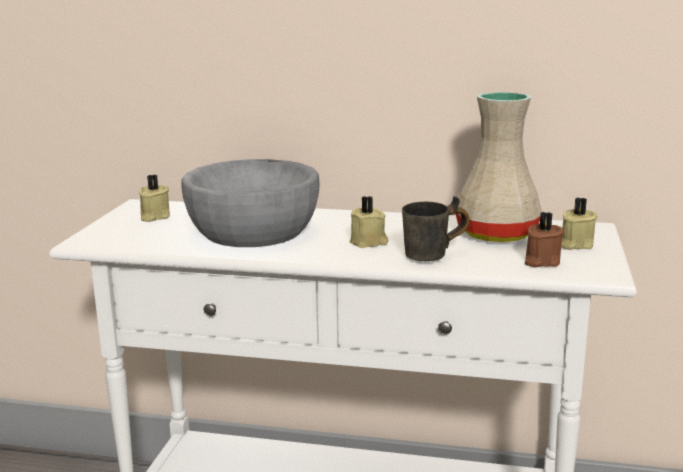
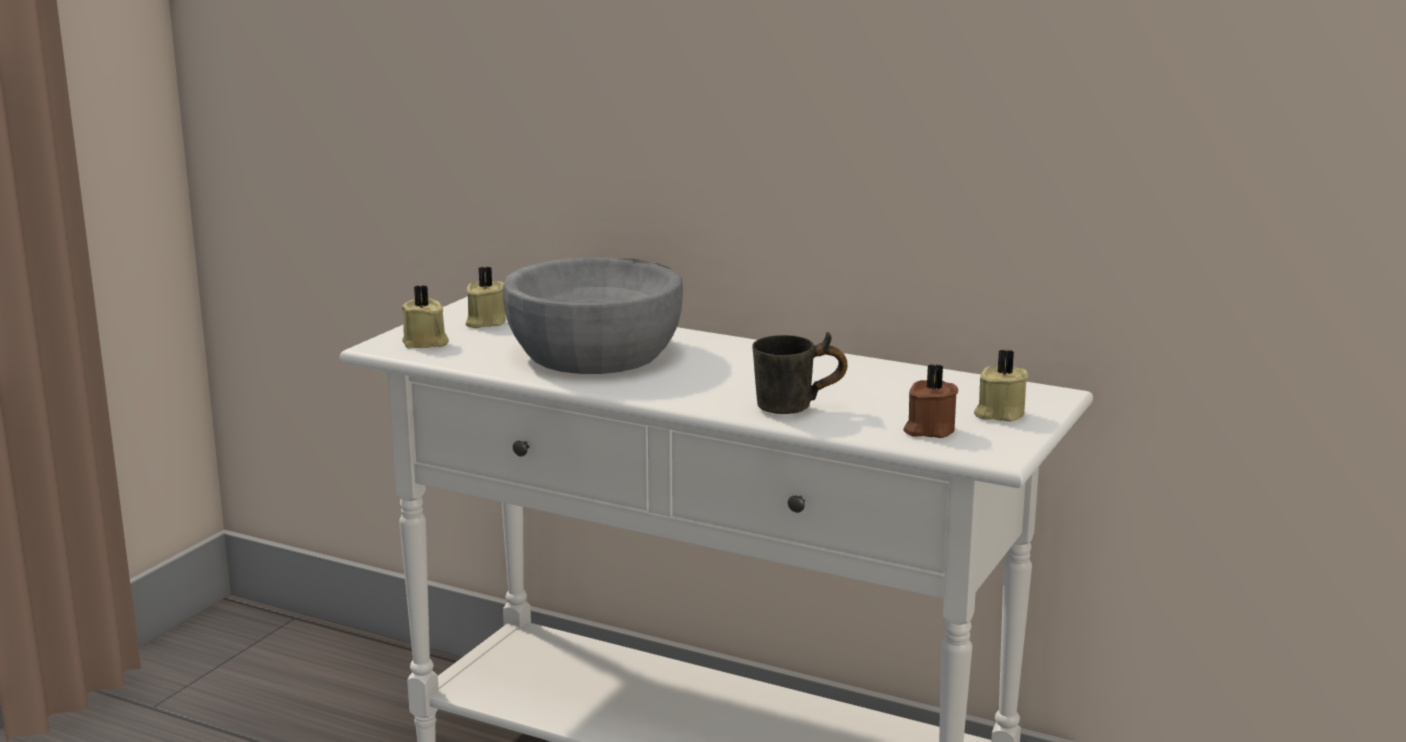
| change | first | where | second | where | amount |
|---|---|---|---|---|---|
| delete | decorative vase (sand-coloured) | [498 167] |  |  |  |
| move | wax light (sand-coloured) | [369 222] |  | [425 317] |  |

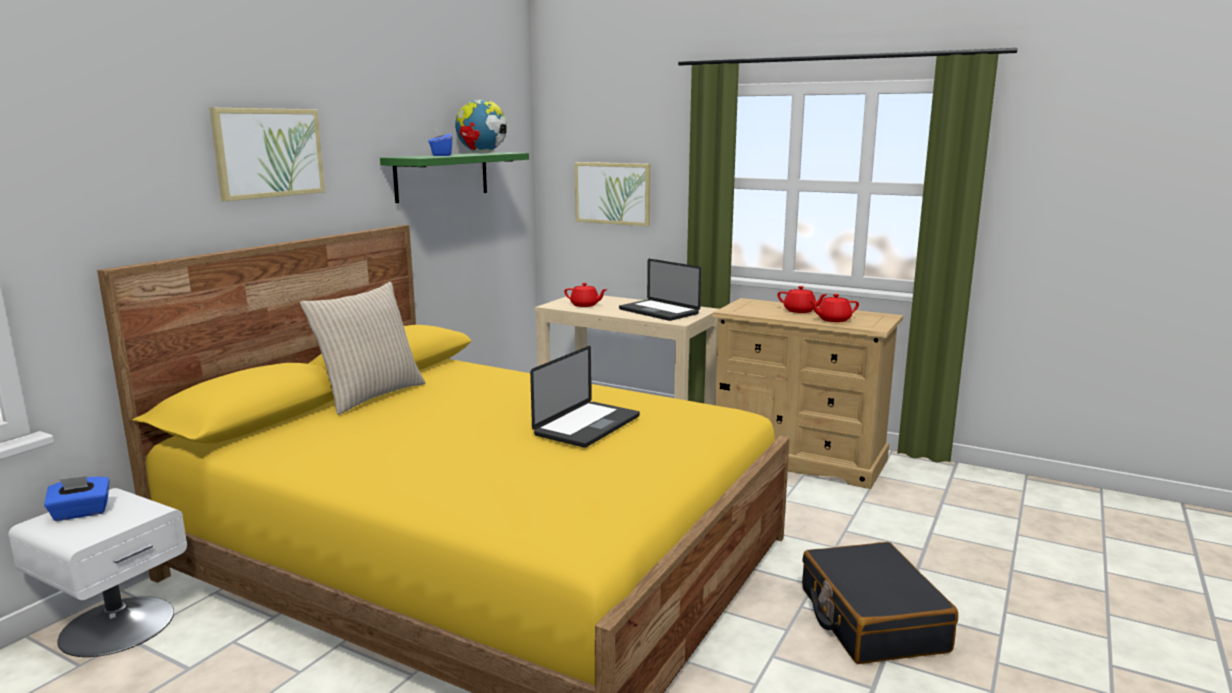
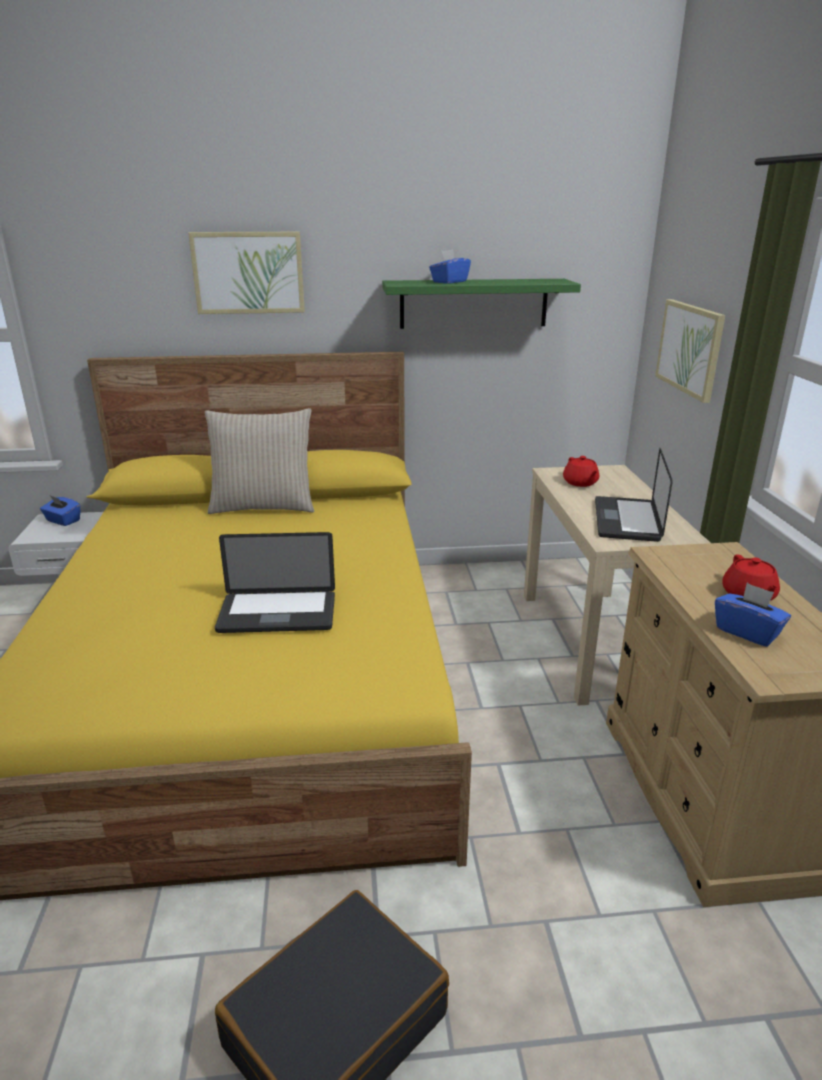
| change | first | where | second | where | amount |
|---|---|---|---|---|---|
| delete | world globe | [481 127] |  |  |  |
| replace | tea pot (reddish) | [834 308] | tissue box (blue-coloured) | [753 615] |  |

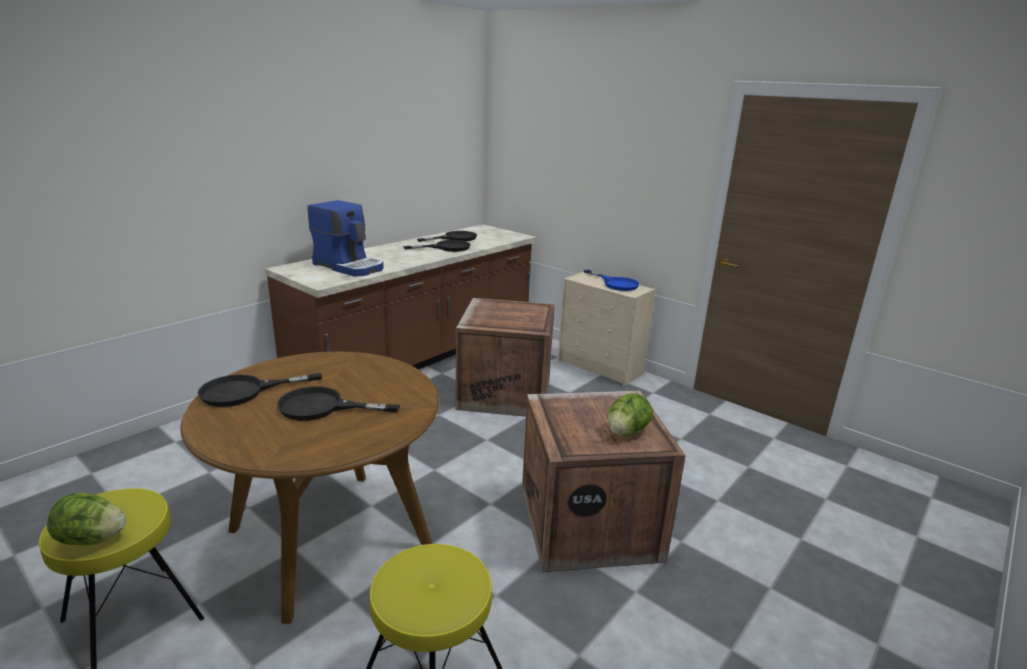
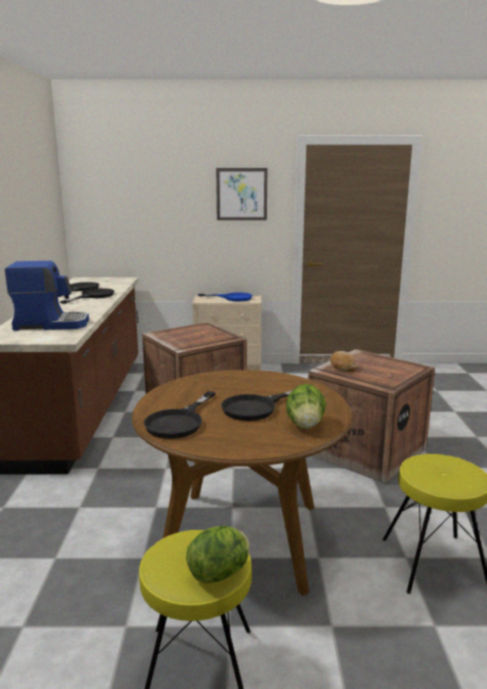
| change | first | where | second | where | amount |
|---|---|---|---|---|---|
| move | head of lettuce | [630 415] |  | [306 406] |  |
| insert |  |  | picture | [241 194] |  |
| insert |  |  | baked bread | [344 361] |  |

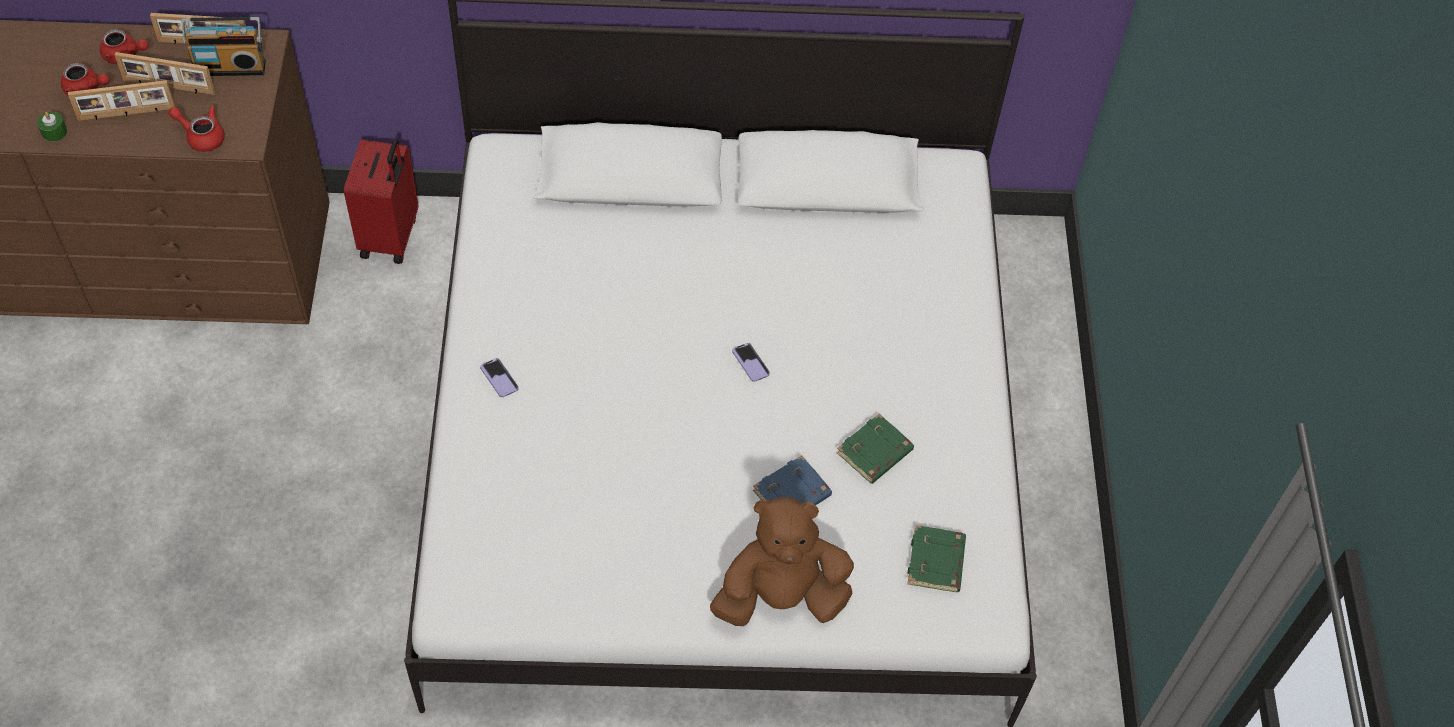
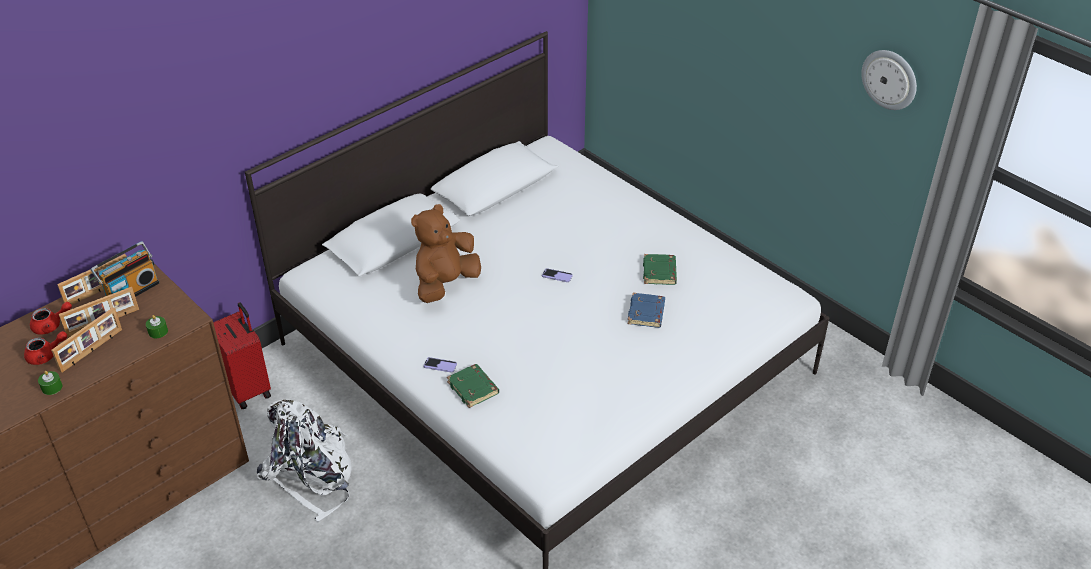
| change | first | where | second | where | amount |
|---|---|---|---|---|---|
| replace | tea pot (reddish) | [196 129] | wax light (green) | [157 327] |  |
| move | plush toy (brownish) | [782 561] |  | [446 253] |  |
| move | bound book (green) | [937 558] |  | [473 386] |  |
| insert |  |  | hanging clock | [889 80] |  |
| insert |  |  | rucksack (white-coloured) | [304 461] |  |

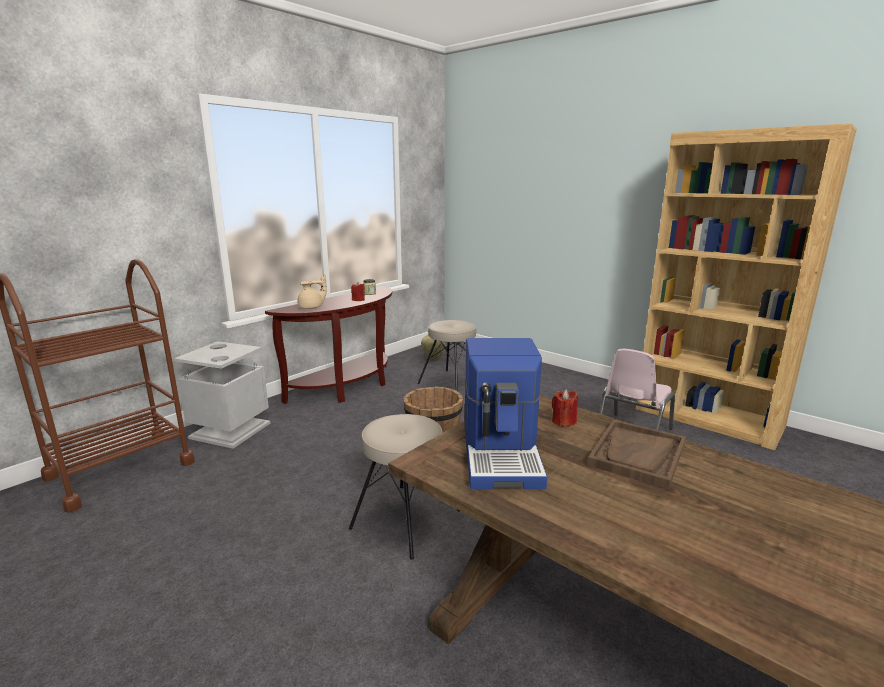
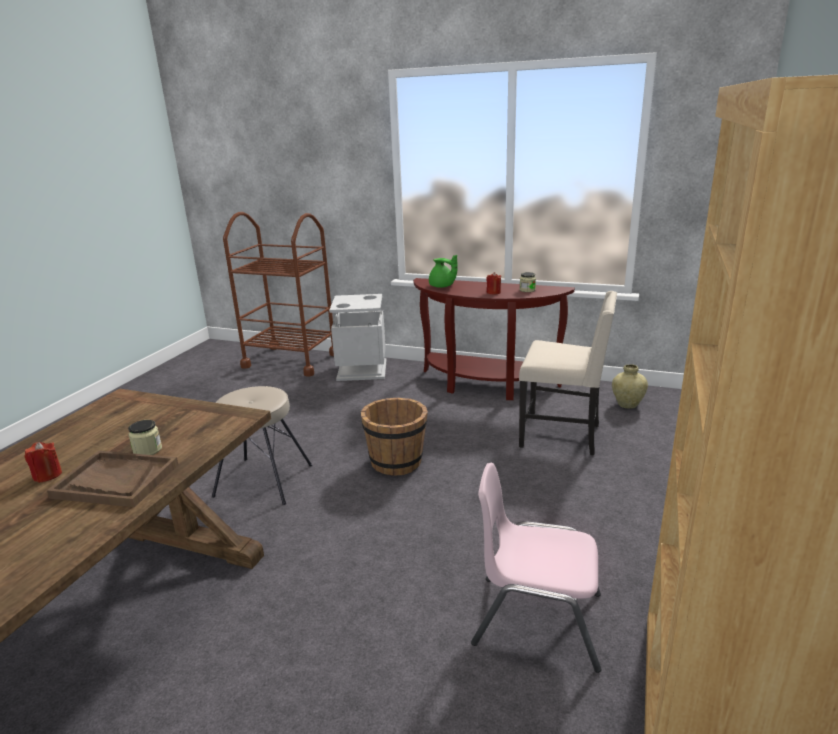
| change | first | where | second | where | amount |
|---|---|---|---|---|---|
| recolor | tea pot (sand-coloured) | [312 291] | tea pot (green) | [443 271] |  |
| replace | stool (sand-coloured) | [446 355] | chair (sand-coloured) | [568 373] |  |
| delete | coffee machine | [506 413] |  |  |  |
| move | wax light (reddish) | [565 407] |  | [43 462] |  |
| insert |  |  | jar | [145 437] |  |

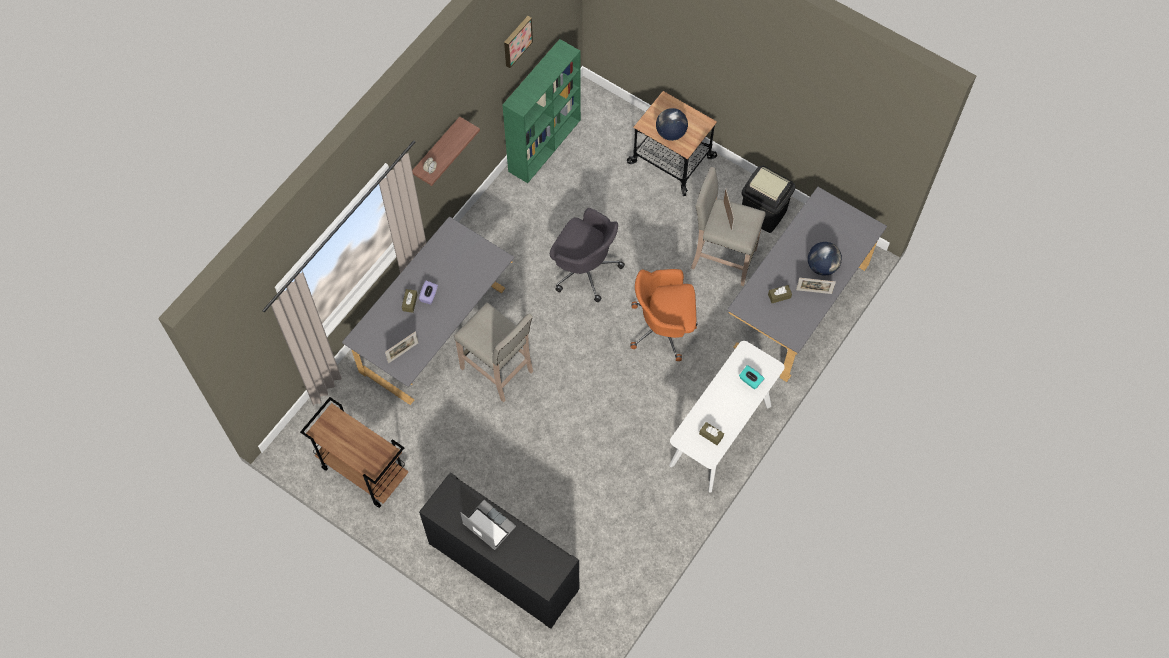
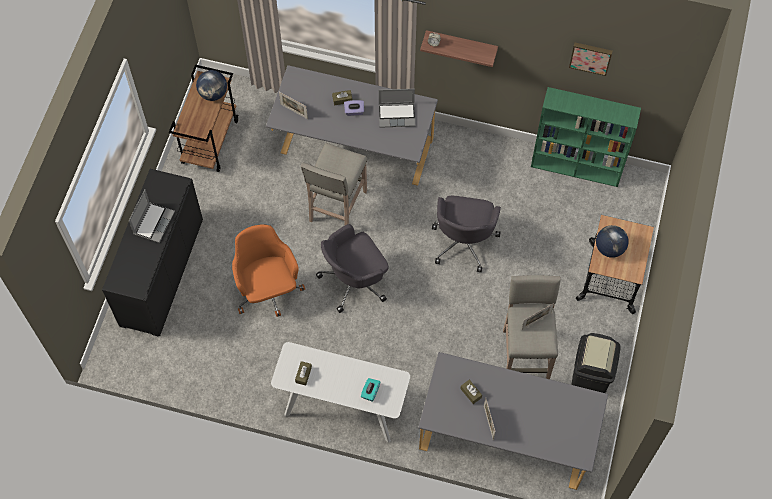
| change | first | where | second | where | amount |
|---|---|---|---|---|---|
| move | world globe | [825 259] |  | [211 85] |  |
| move | desk chair (orange-coloured) | [664 315] |  | [268 270] |  |
| insert |  |  | notebook computer | [397 108] |  |
| insert |  |  | desk chair (grey) | [352 268] |  |

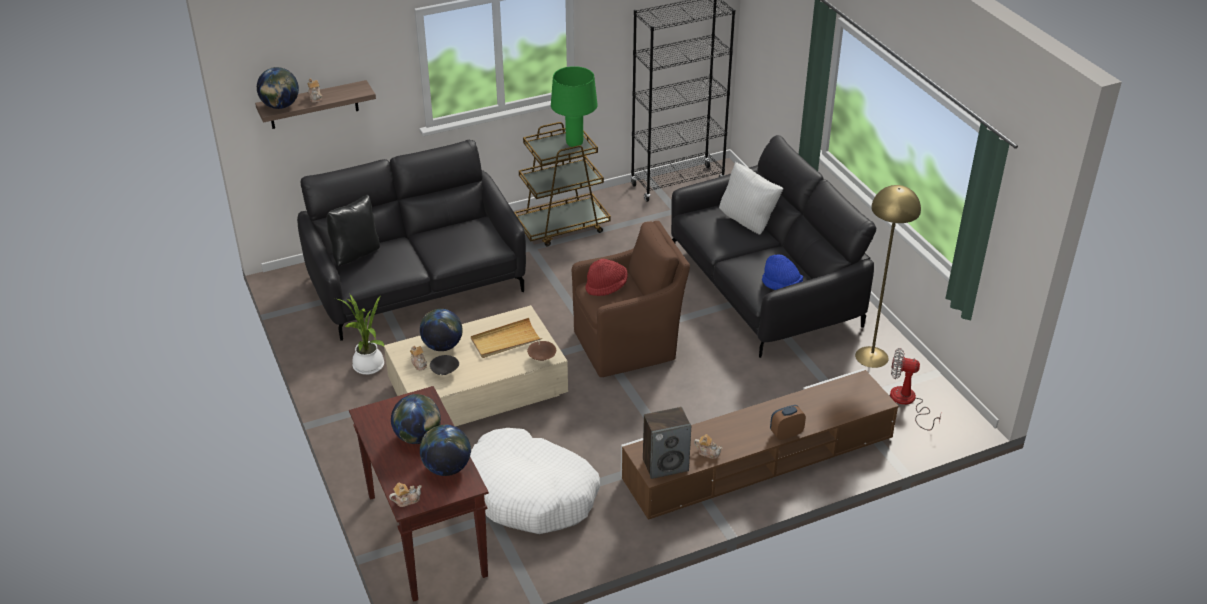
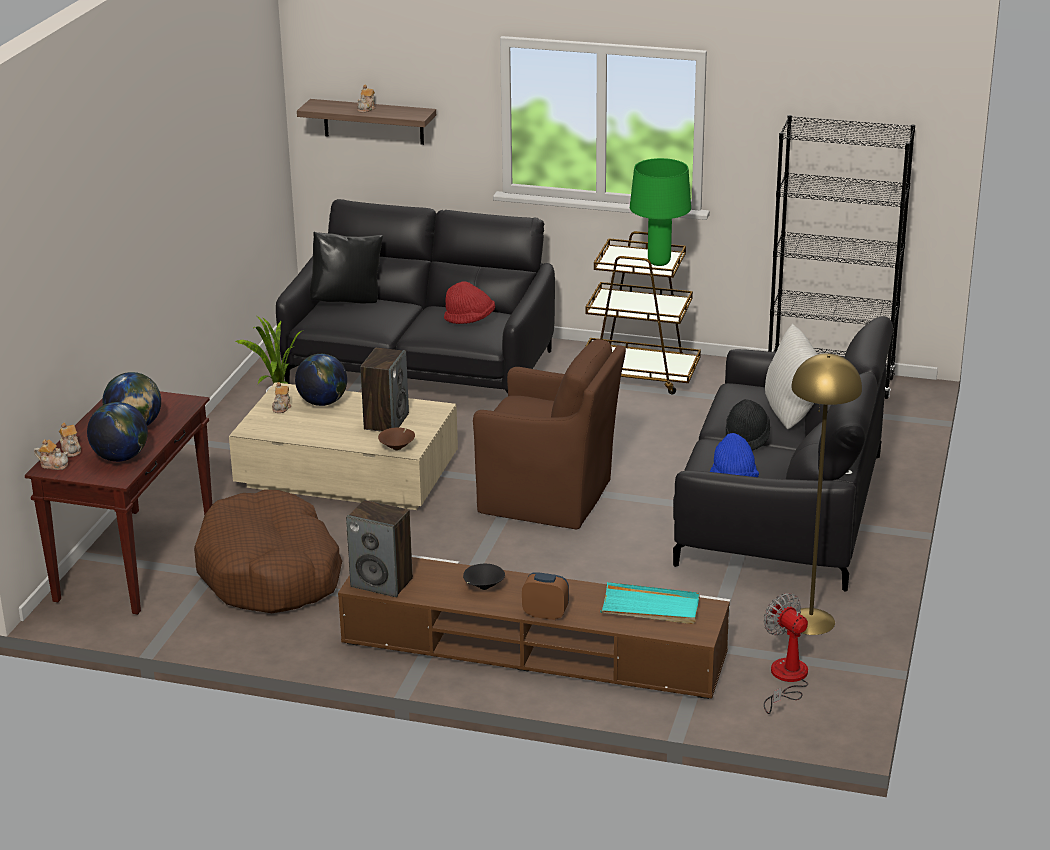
| change | first | where | second | where | amount |
|---|---|---|---|---|---|
| delete | world globe | [278 88] |  |  |  |
| move | wearable hat (reddish) | [606 277] |  | [469 302] |  |
| replace | carrying tray (sand-coloured) | [506 338] | loudspeaker | [384 390] |  |
| move | bowl (blackish) | [444 365] |  | [484 577] |  |
| recolor | dog bed (white-coloured) | [535 481] | dog bed (brownish) | [268 551] |  |
| move | tea pot | [708 446] |  | [70 440] |  |
| insert |  |  | wearable hat (blackish) | [748 425] |  |
| insert |  |  | carrying tray (blue-green) | [650 603] |  |

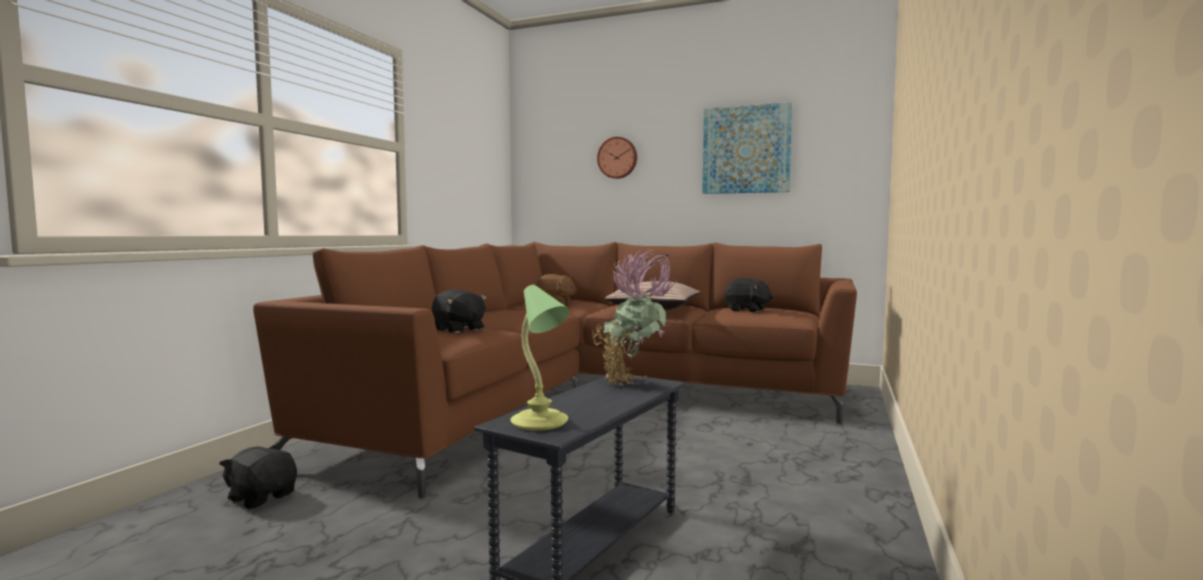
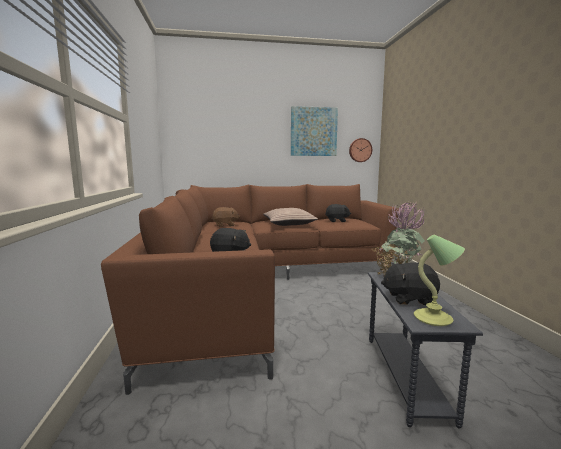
| change | first | where | second | where | amount |
|---|---|---|---|---|---|
| move | hanging clock | [617 158] |  | [360 150] |  |
| move | plush toy (blackish) | [258 477] |  | [410 283] |  |

